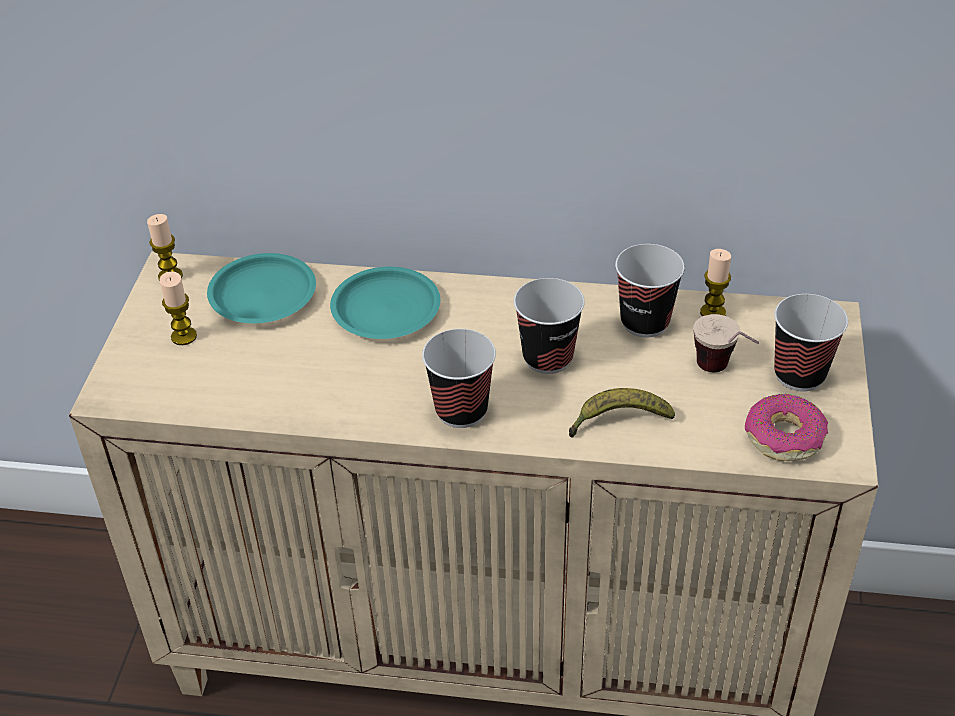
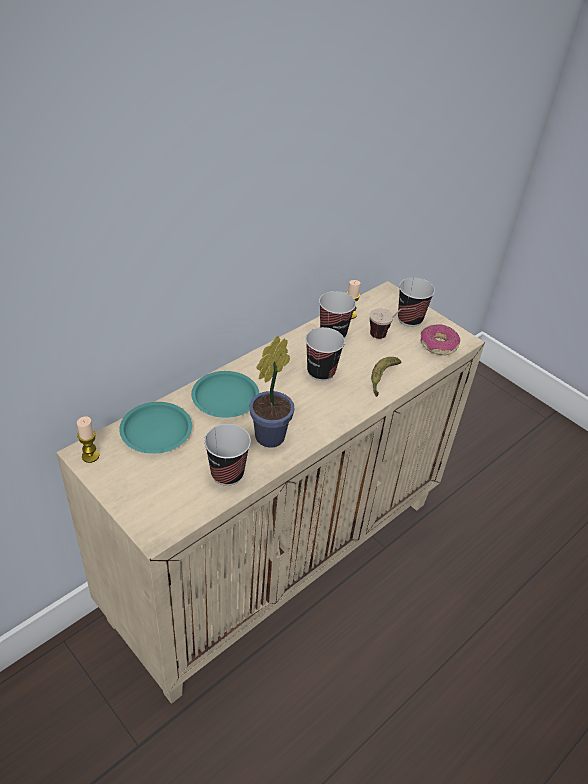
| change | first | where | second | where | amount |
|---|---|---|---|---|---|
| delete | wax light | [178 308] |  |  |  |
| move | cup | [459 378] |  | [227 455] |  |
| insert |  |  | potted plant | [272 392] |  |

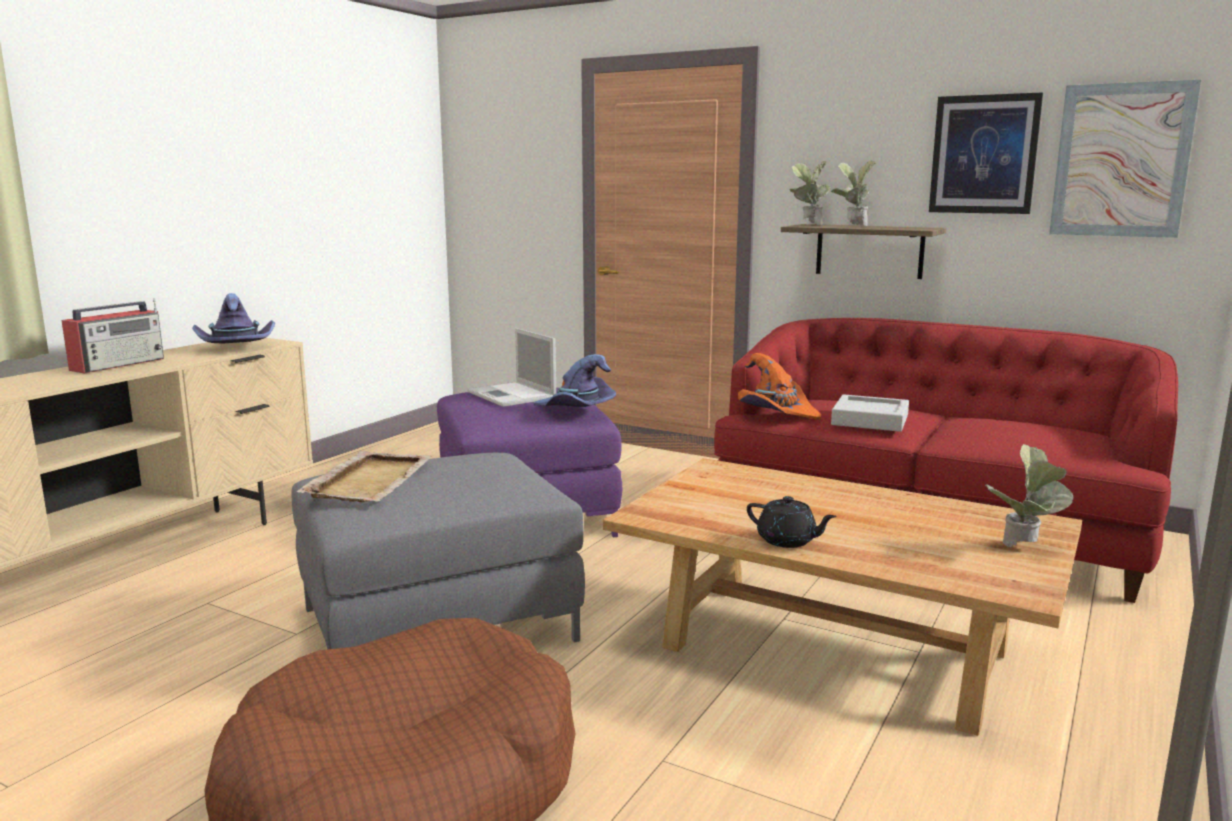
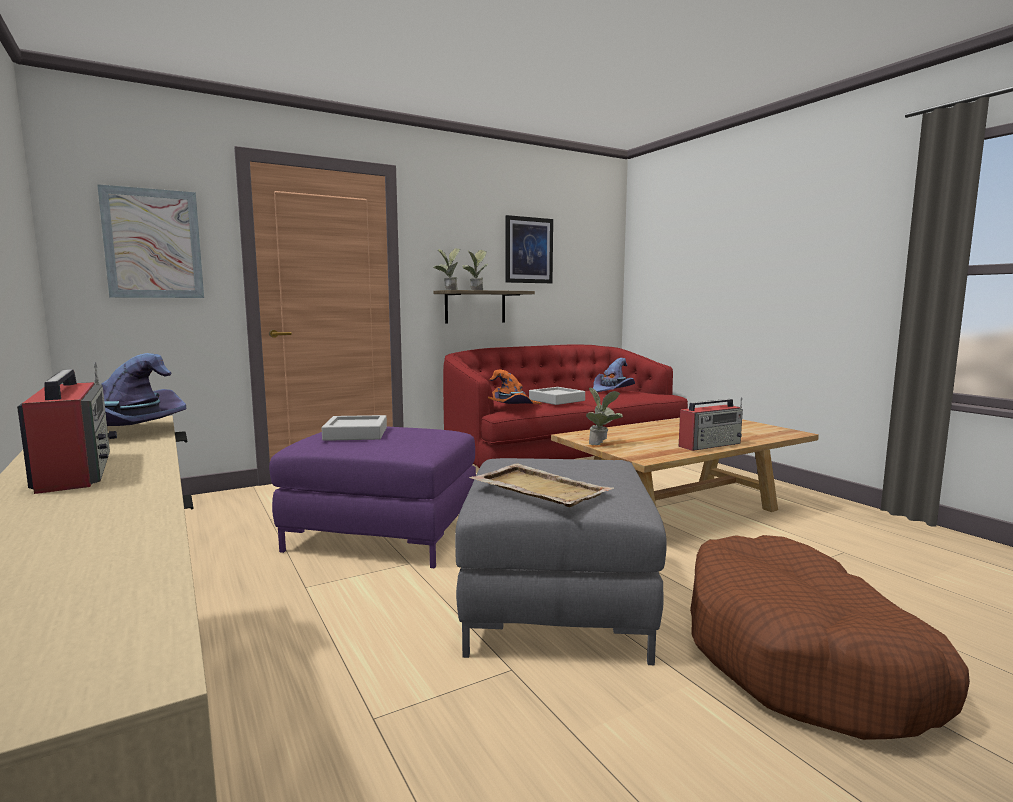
| change | first | where | second | where | amount |
|---|---|---|---|---|---|
| move | picture | [1125 159] |  | [150 241] |  |
| replace | notebook computer | [511 367] | carrying tray (grey) | [354 428] |  |
| move | wearable hat (purple) | [575 380] |  | [614 375] |  |
| move | potted plant | [1029 495] |  | [604 416] |  |
| replace | tea pot (blackish) | [792 522] | radio receiver | [711 424] |  |

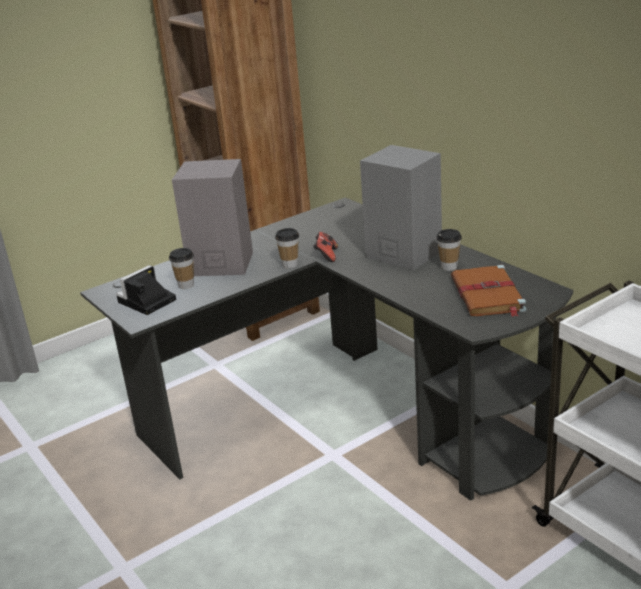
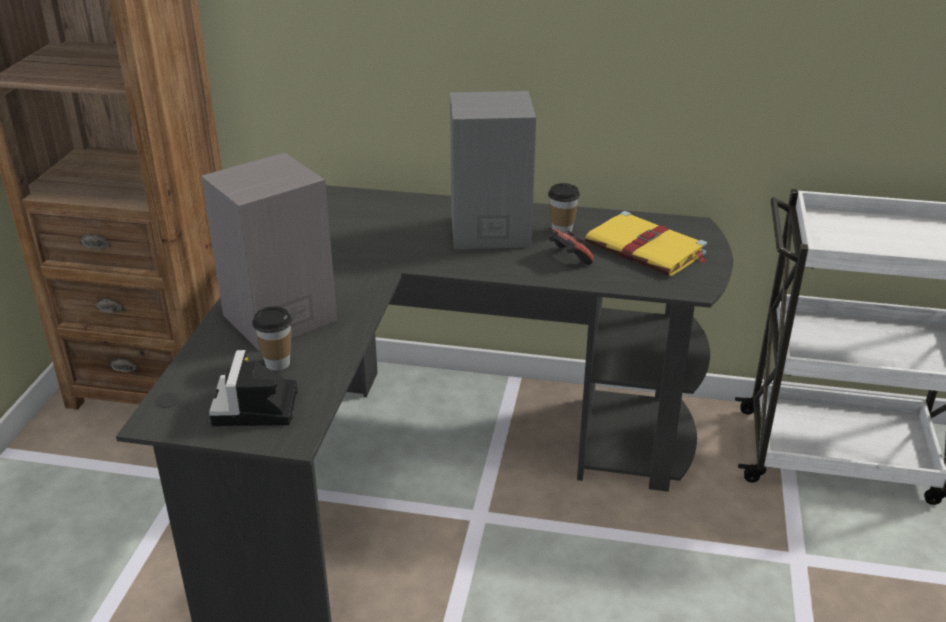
| change | first | where | second | where | amount |
|---|---|---|---|---|---|
| delete | cup | [287 248] |  |  |  |
| move | game controller | [325 247] |  | [571 246] |  |
| recolor | bound book (brownish) | [488 291] | bound book (yellow) | [646 243] |  |

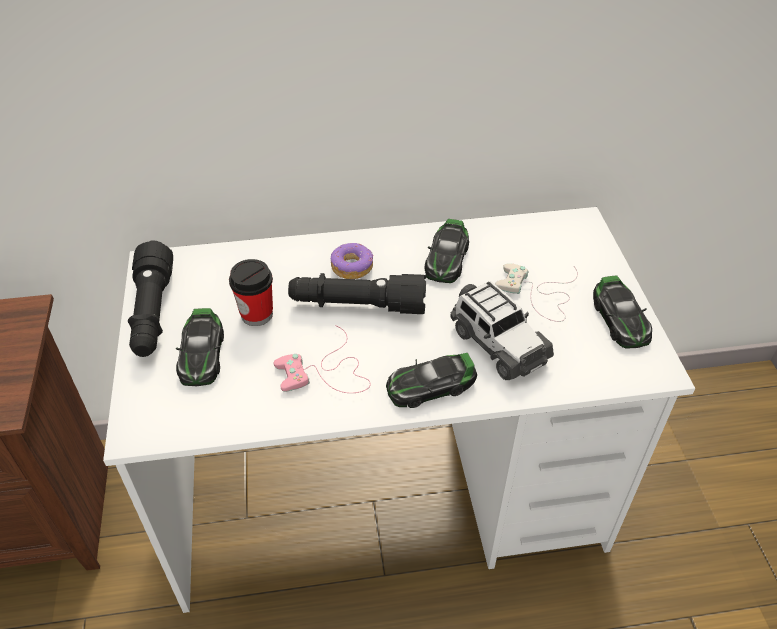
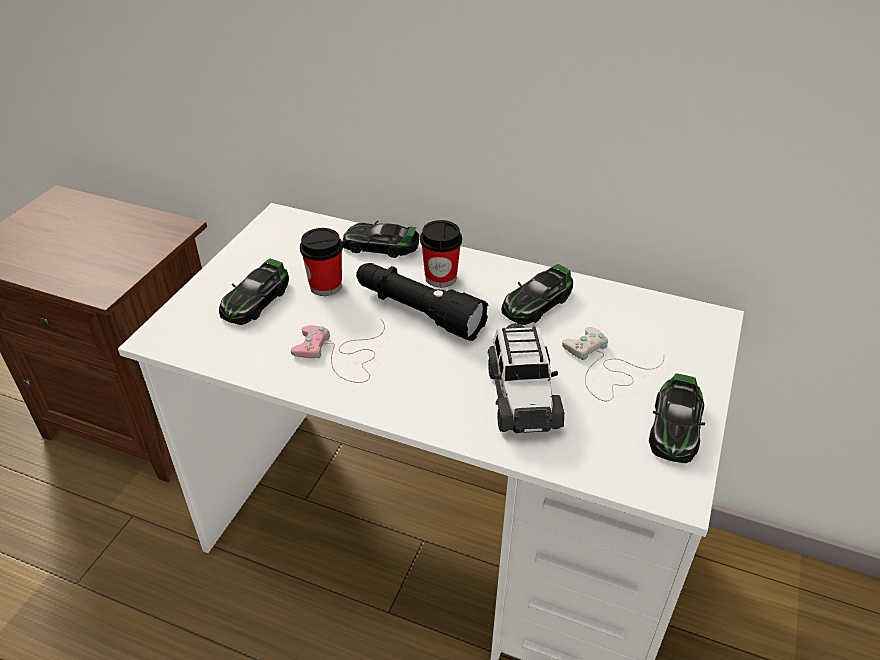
| change | first | where | second | where | amount |
|---|---|---|---|---|---|
| delete | flashlight (blackish) | [150 298] |  |  |  |
| replace | ring doughnut | [352 261] | cup | [441 254] |  |
| move | toy car | [431 380] |  | [381 239] |  |

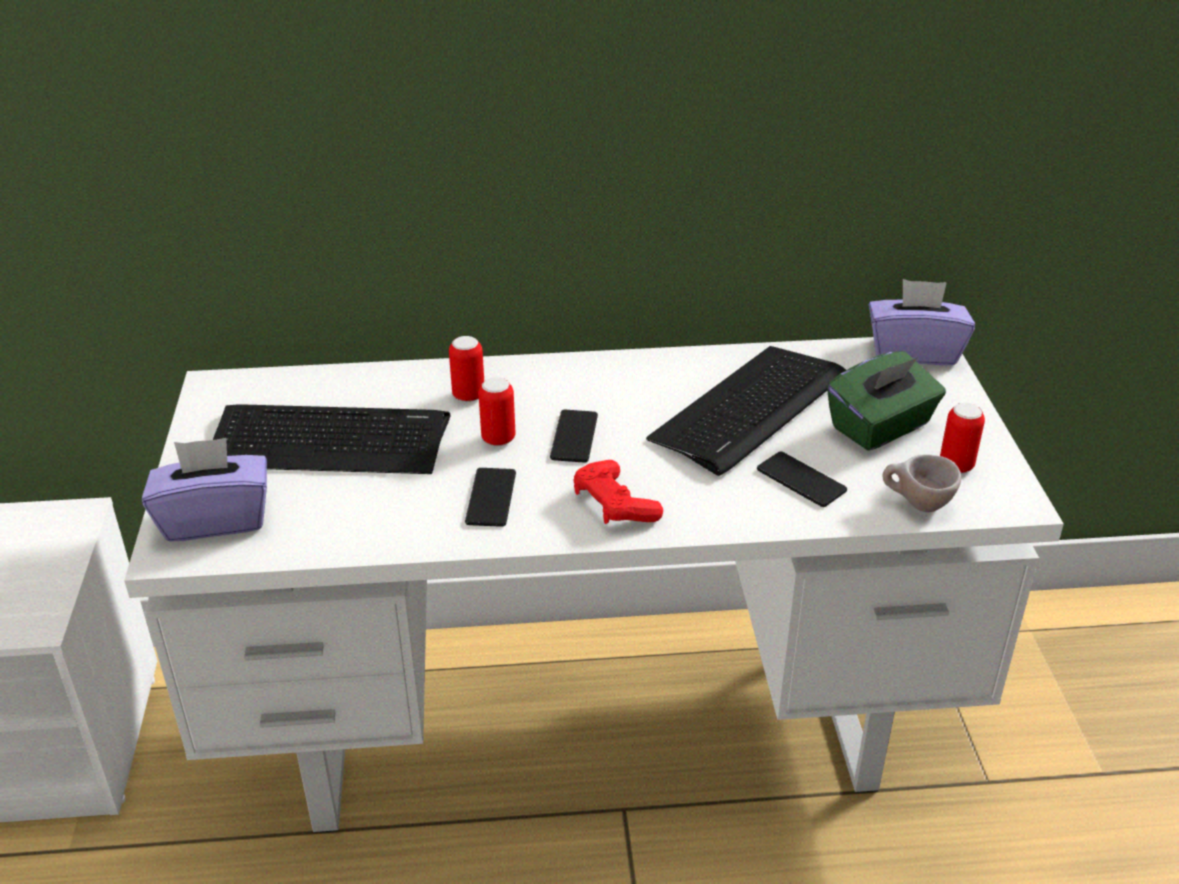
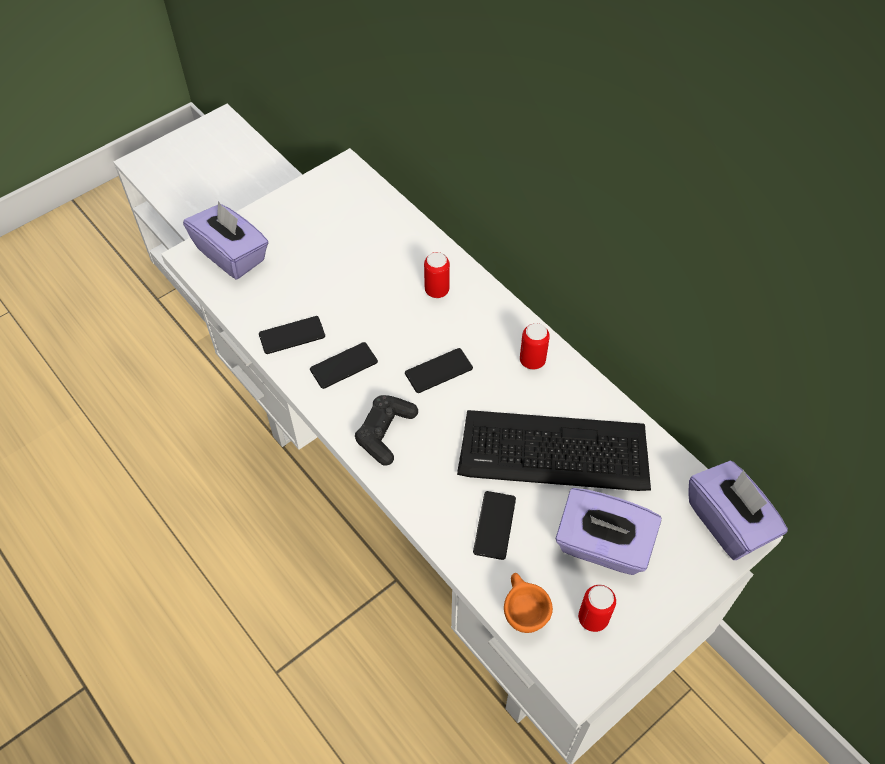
| change | first | where | second | where | amount |
|---|---|---|---|---|---|
| recolor | tissue box (green) | [886 401] | tissue box (purple) | [609 531] |  |
| move | can | [497 411] |  | [535 346] |  |
| delete | PC keyboard | [331 439] |  |  |  |
| recolor | cup (sand-coloured) | [921 483] | cup (orange-coloured) | [528 603] |  |
| recolor | game controller (reddish) | [618 492] | game controller (blackish) | [386 430] |  |
| insert |  |  | phone | [292 335] |  |

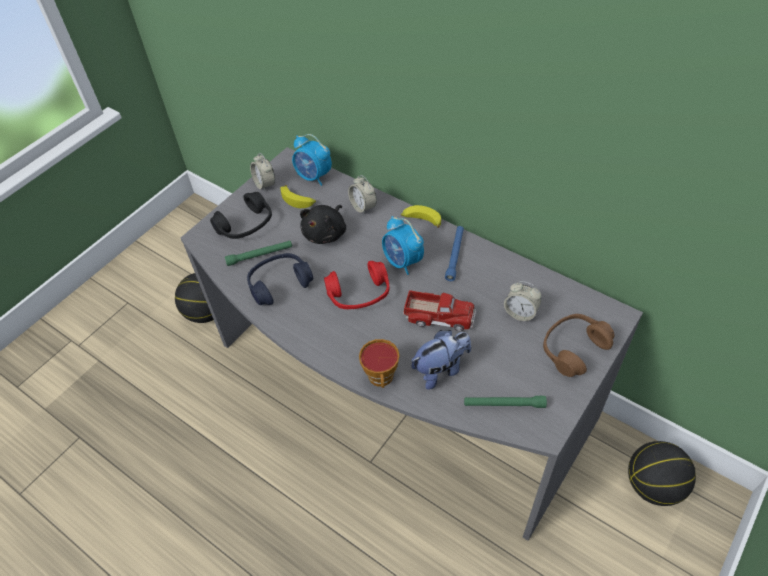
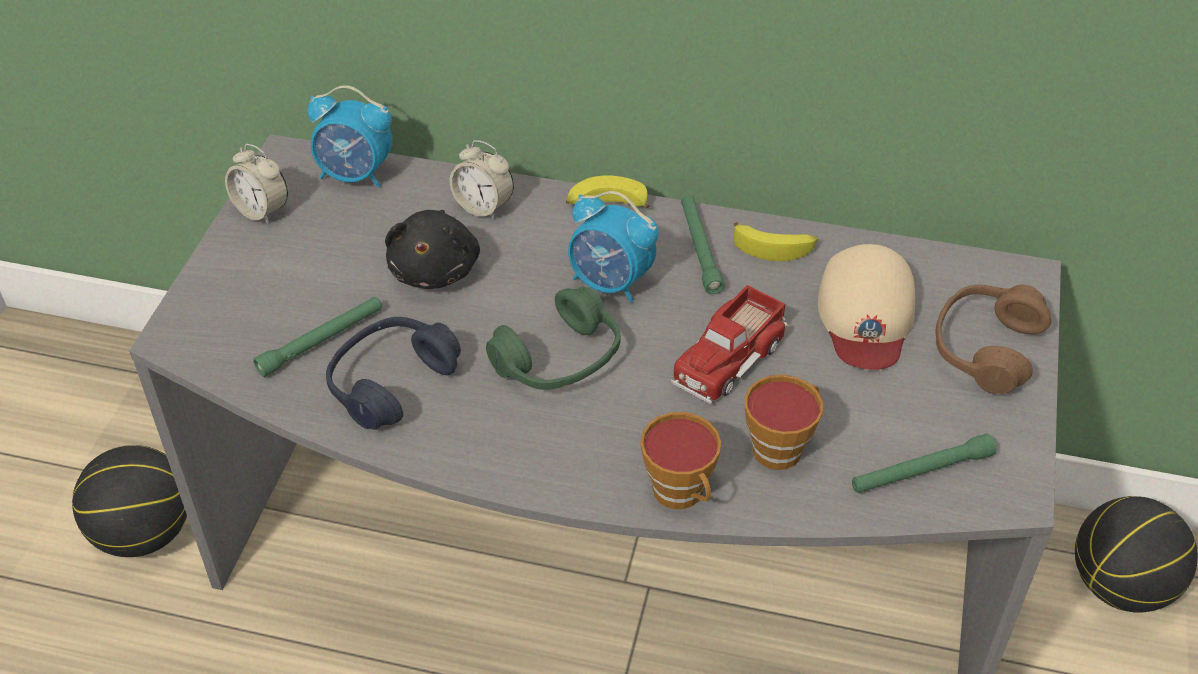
| change | first | where | second | where | amount |
|---|---|---|---|---|---|
| move | banana | [298 196] |  | [775 241] |  |
| delete | headphones (blackish) | [241 215] |  |  |  |
| recolor | flashlight (blue-coloured) | [454 253] | flashlight (green) | [703 244] |  |
| recolor | headphones (reddish) | [356 285] | headphones (green) | [553 338] |  |
| replace | table clock | [522 301] | baseball cap (sand-coloured) | [866 307] |  |
| rotate | model truck | [439 310] |  | [729 344] | 135 degrees clockwise |
| replace | plush toy | [441 360] | cup | [784 422] |  |

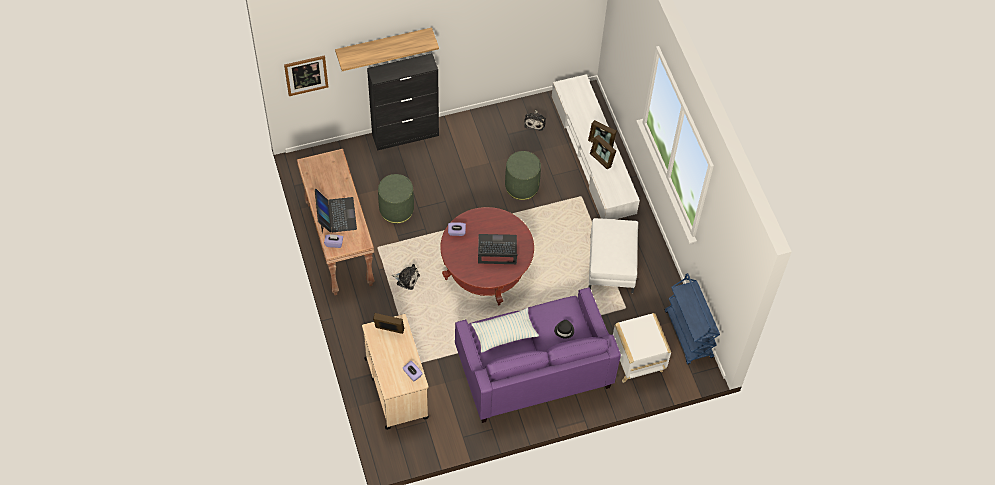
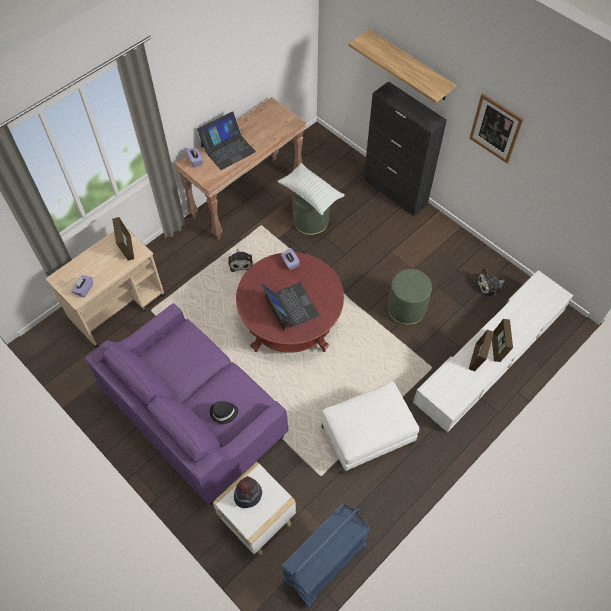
| change | first | where | second | where | amount |
|---|---|---|---|---|---|
| move | picture | [306 75] |  | [496 128] |  |
| move | throw pillow | [505 330] |  | [311 189] |  |
| insert |  |  | wearable hat | [248 492] |  |

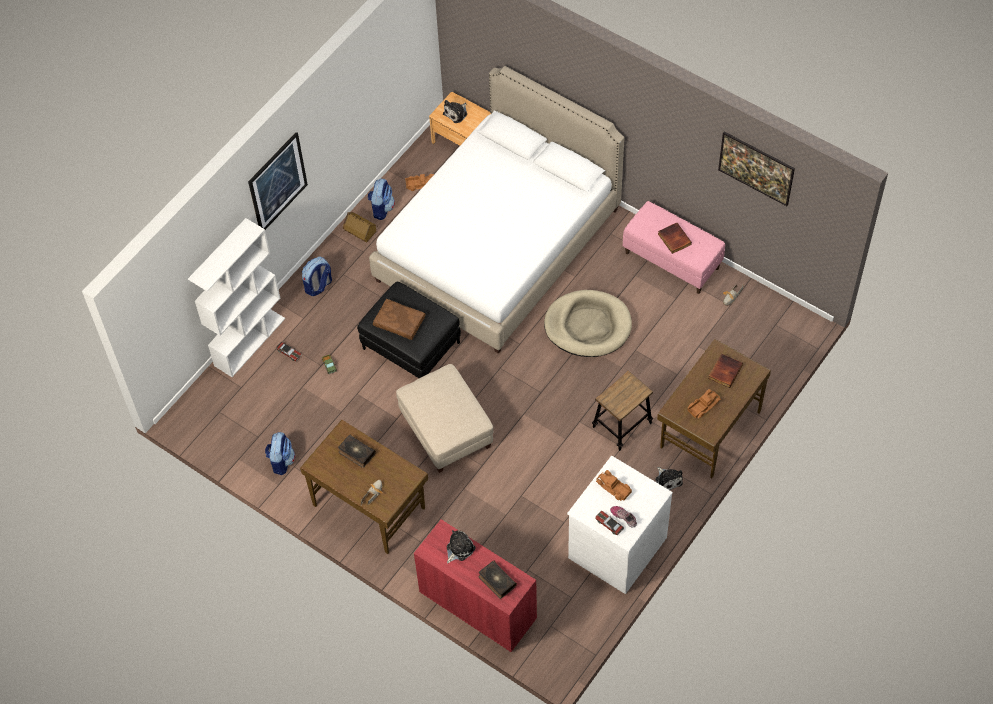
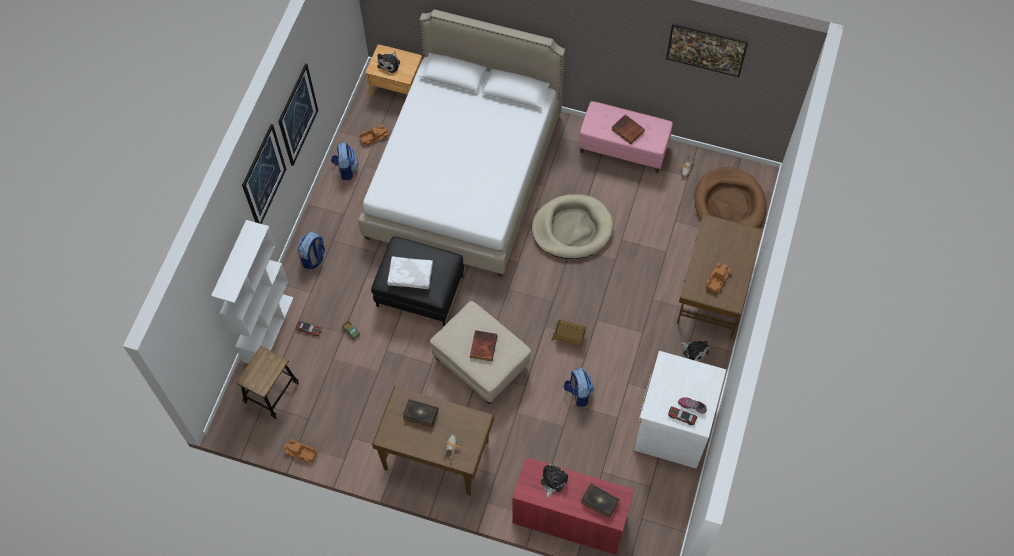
| change | first | where | second | where | amount |
|---|---|---|---|---|---|
| move | miniature house | [360 227] |  | [568 333] |  |
| recolor | throw pillow (brownish) | [399 319] | throw pillow (white-coloured) | [410 273] |  |
| move | bound book | [725 371] |  | [483 345] |  |
| move | stool | [622 411] |  | [267 382] |  |
| move | rucksack | [280 453] |  | [579 387] |  |
| move | model truck | [614 485] |  | [300 450] |  |
| insert |  |  | picture | [298 114] |  |
| insert |  |  | dog bed (brownish) | [730 197] |  |

